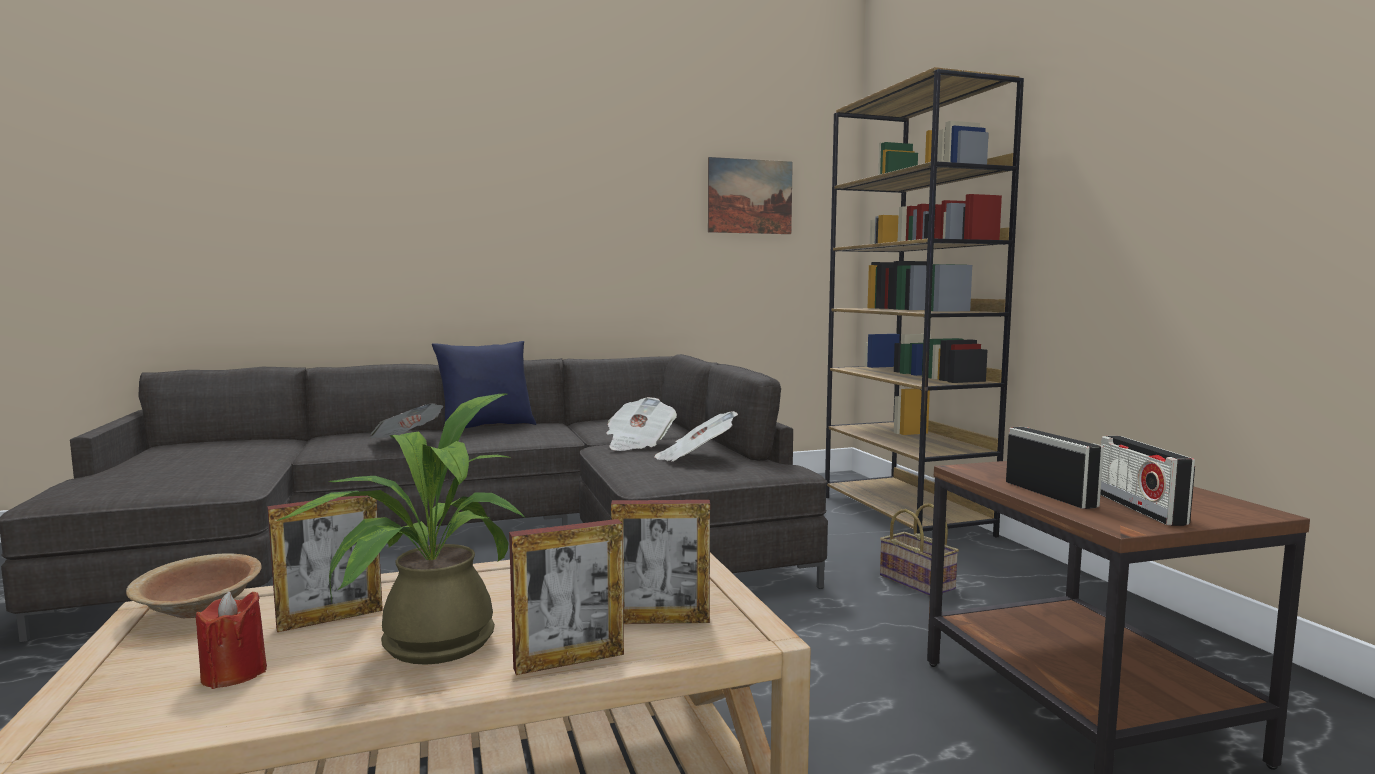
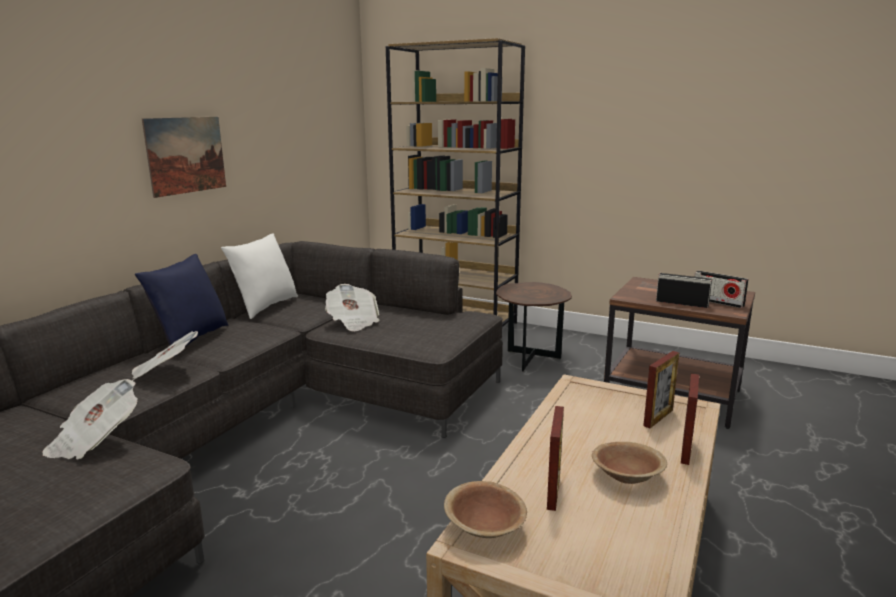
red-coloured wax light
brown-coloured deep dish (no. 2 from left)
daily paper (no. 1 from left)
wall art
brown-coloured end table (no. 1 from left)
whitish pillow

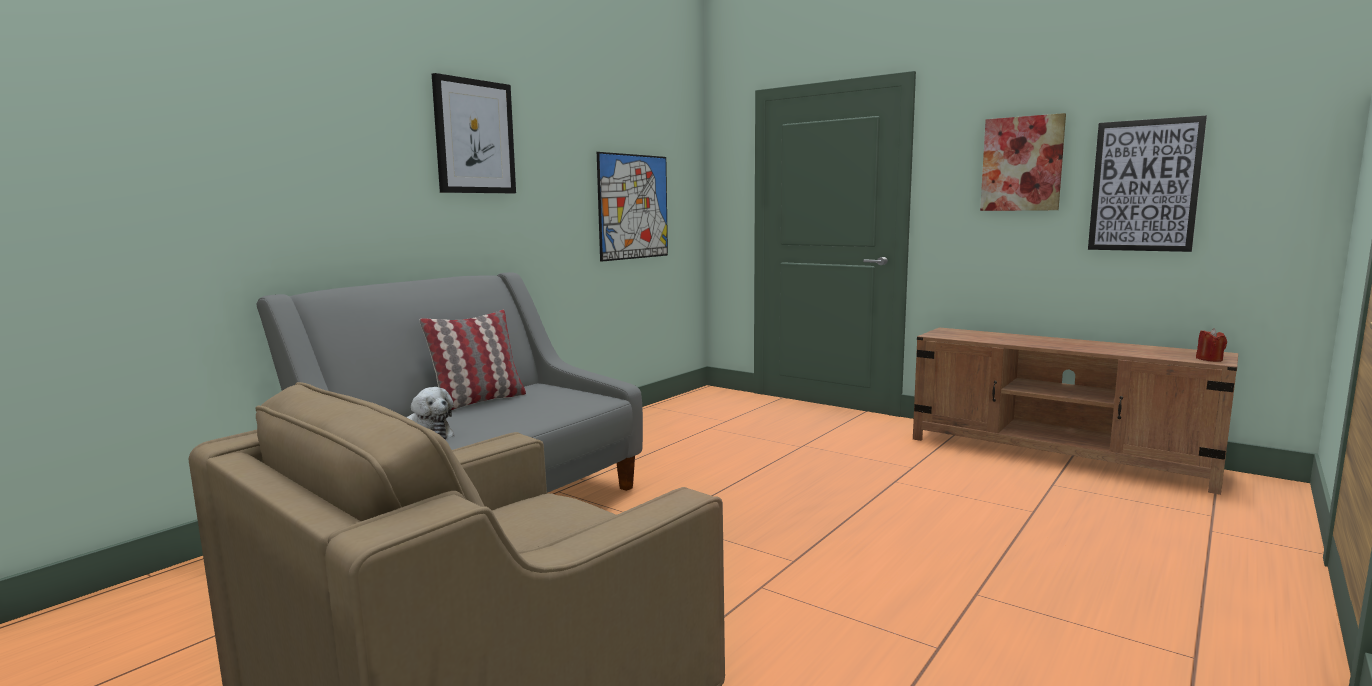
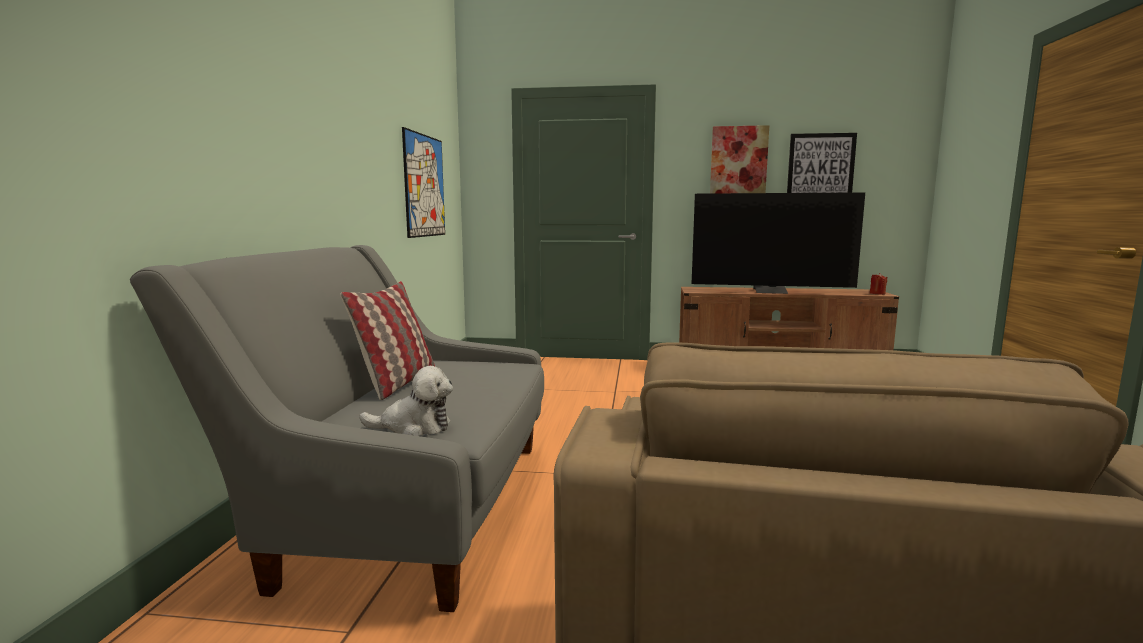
wall art (no. 1 from left in the first image)
TV

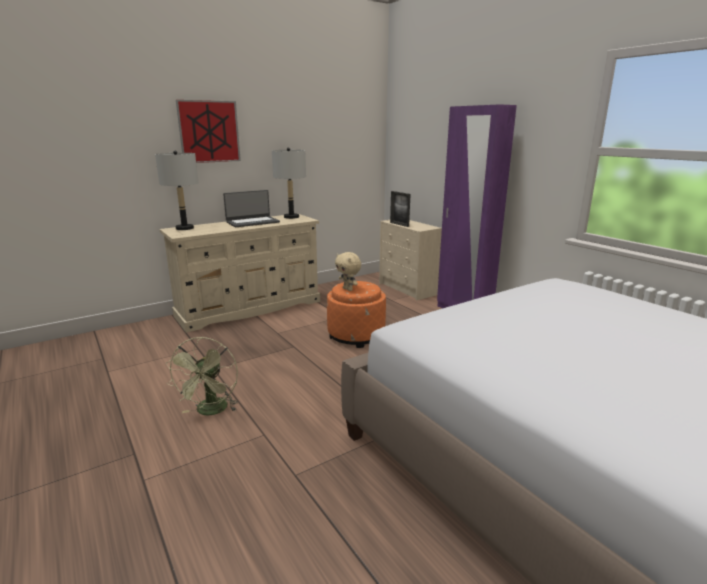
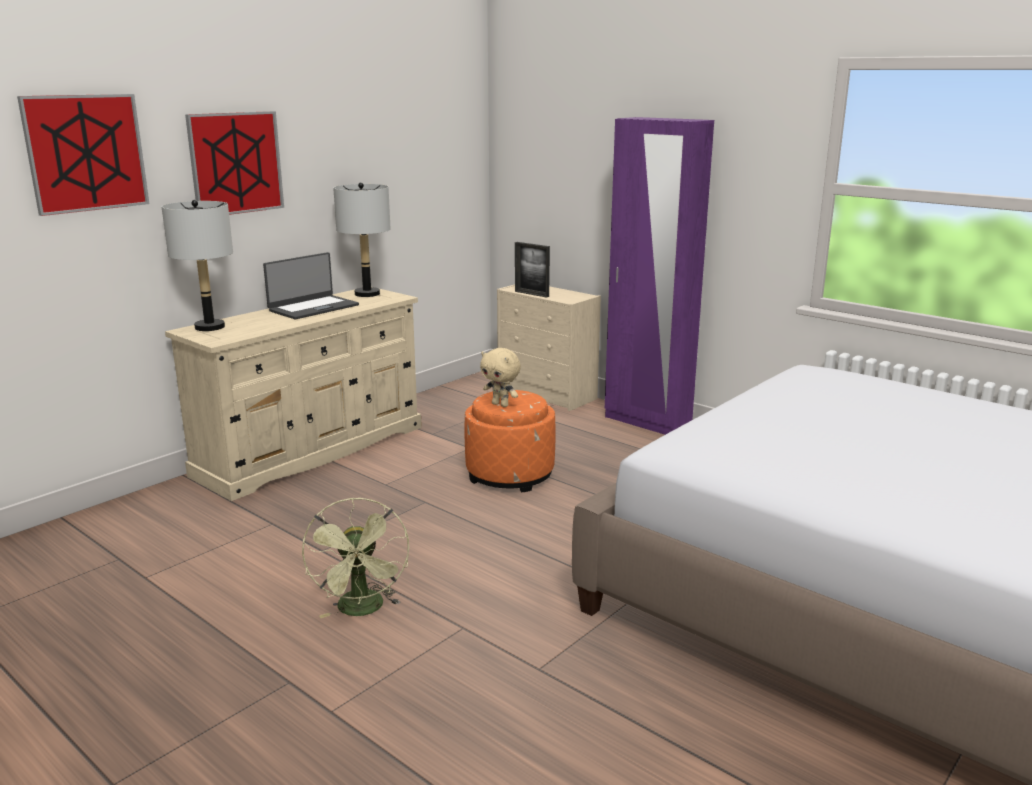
wall art (no. 1 from left)

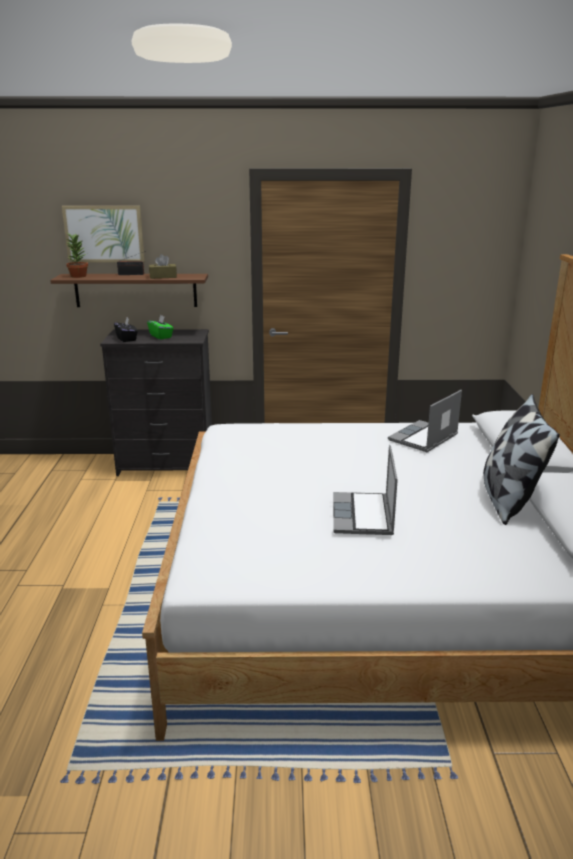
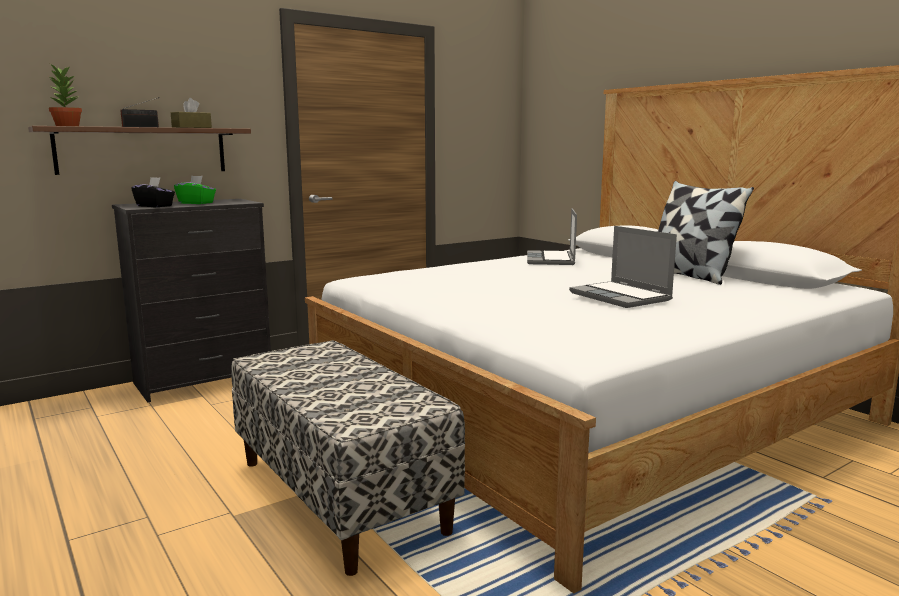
wall art
long seat

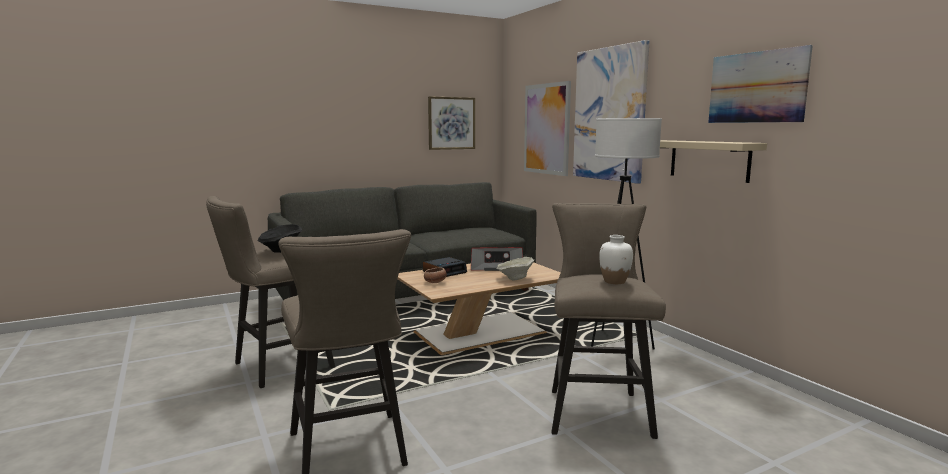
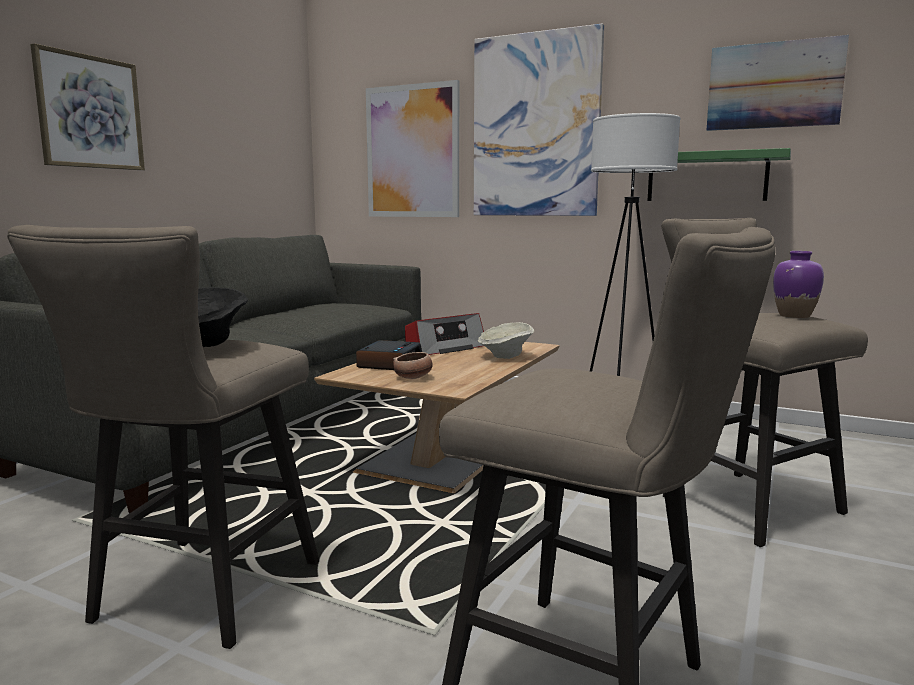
wall art (no. 1 from left)
purple-coloured flower vase
greenish bracket shelf

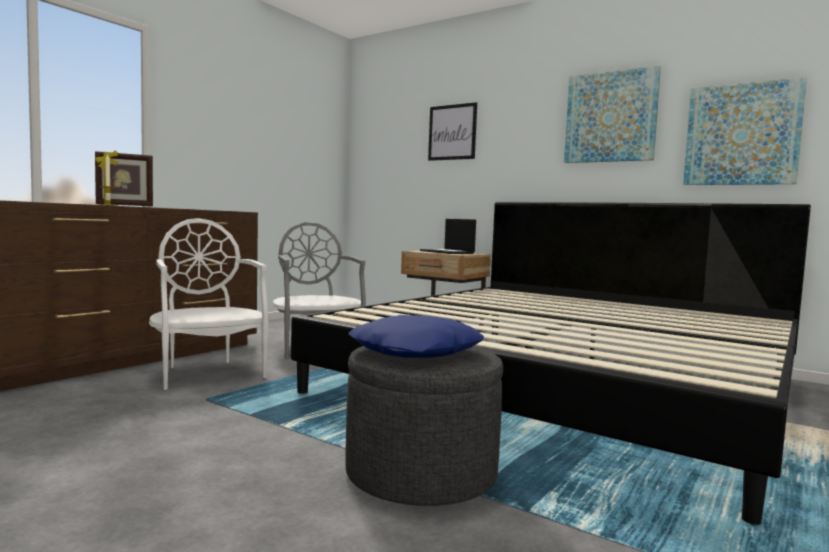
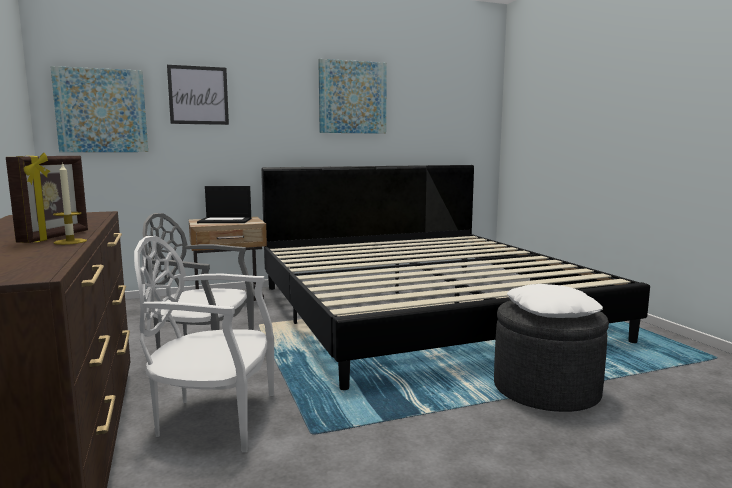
whitish pillow
wall art (no. 1 from left)

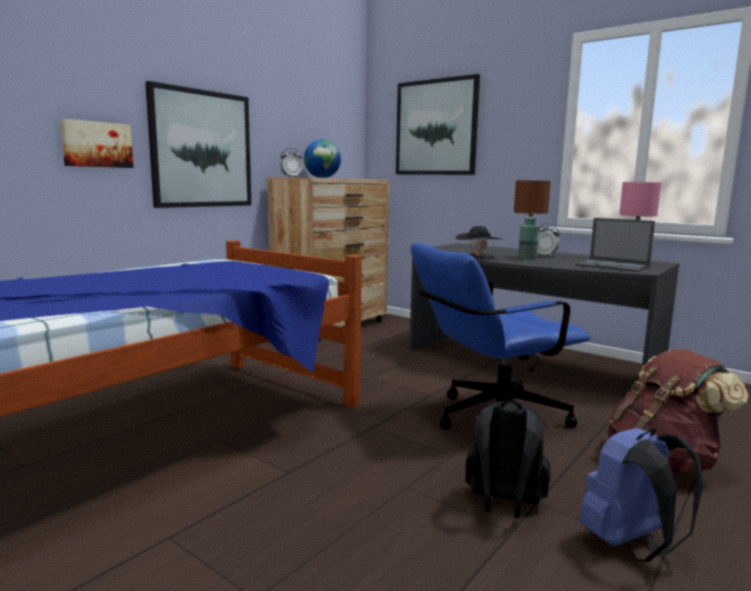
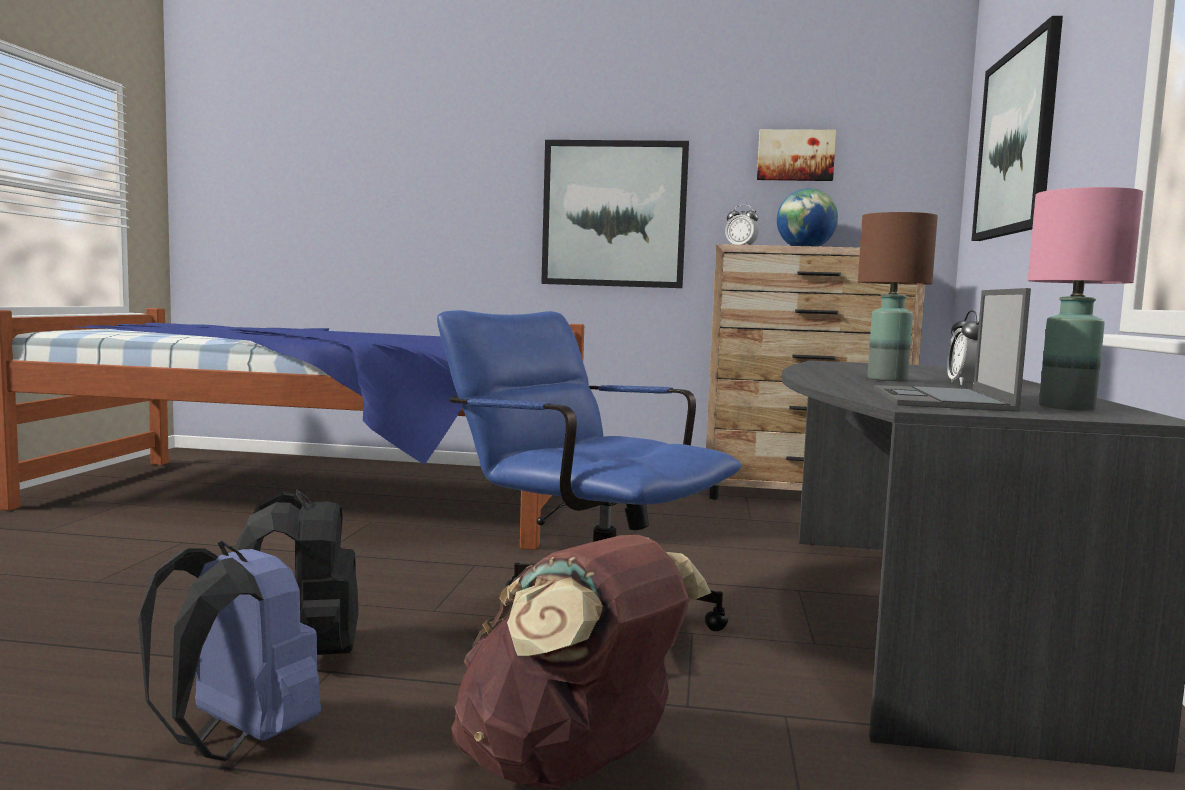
wall art (no. 2 from left)
black wearable hat

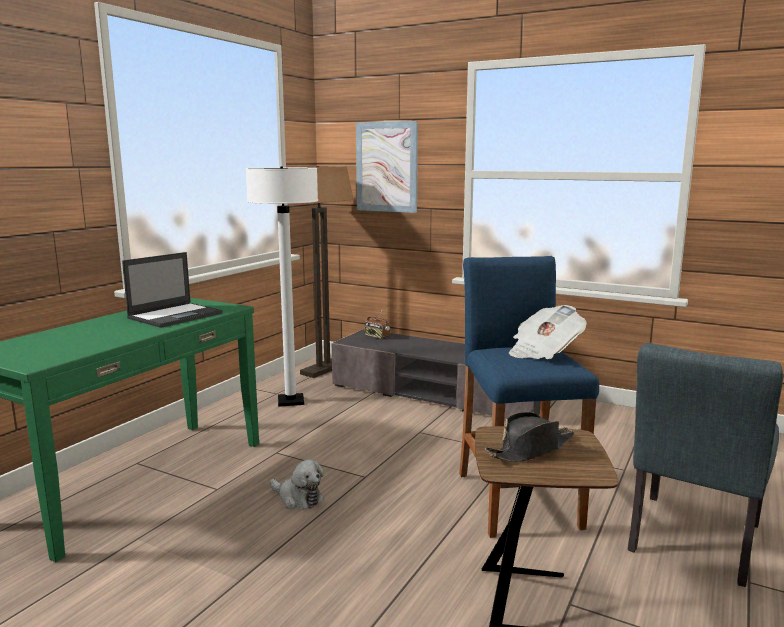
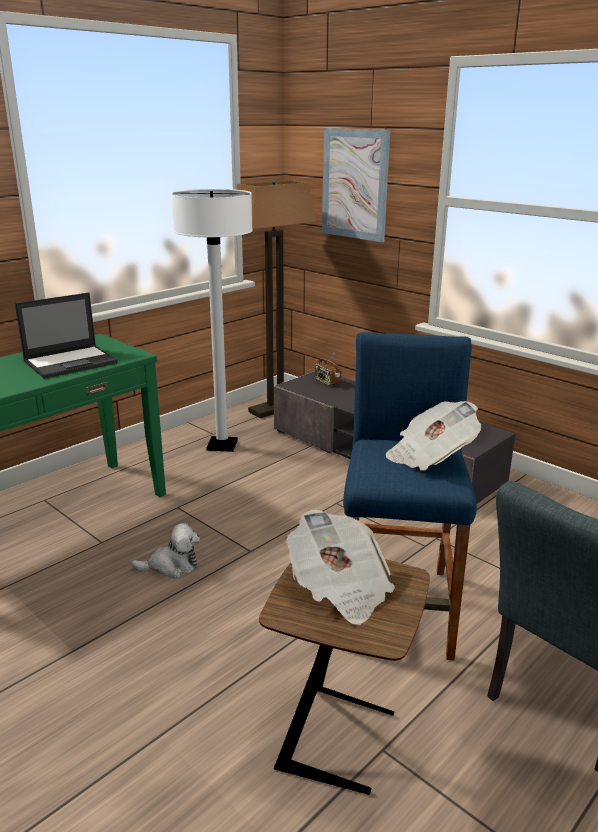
plush toy
daily paper (no. 1 from left)

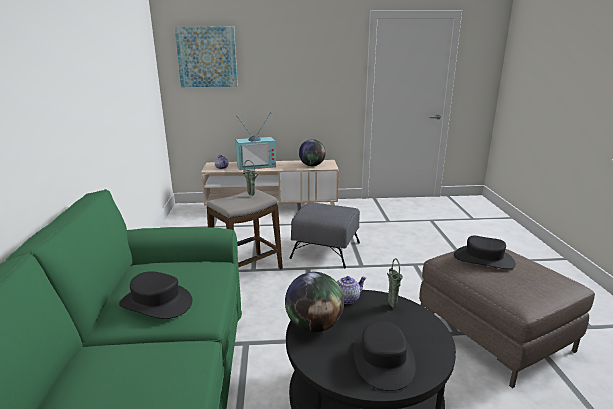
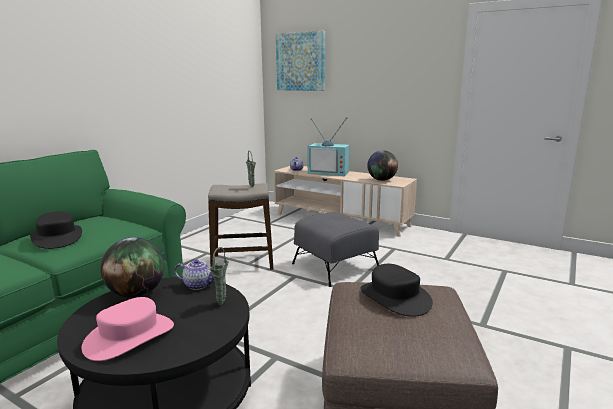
pink wearable hat

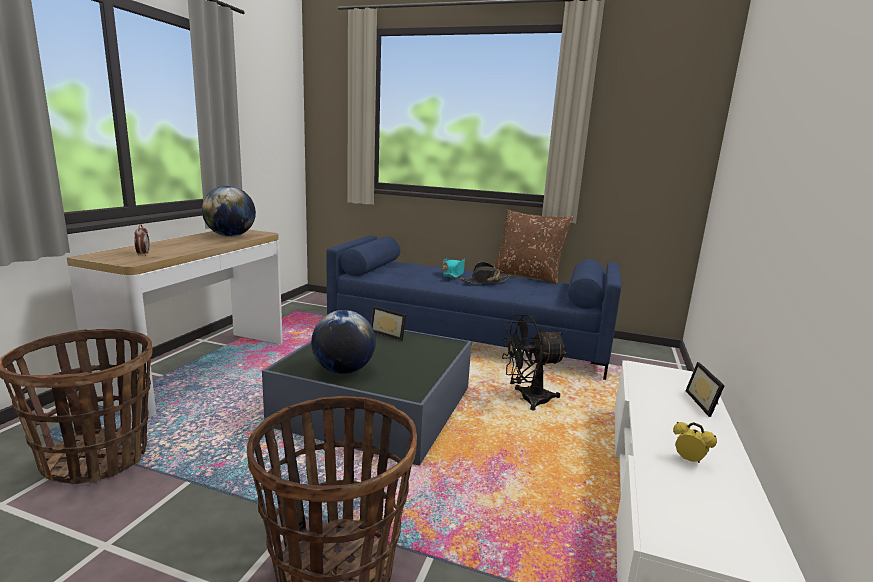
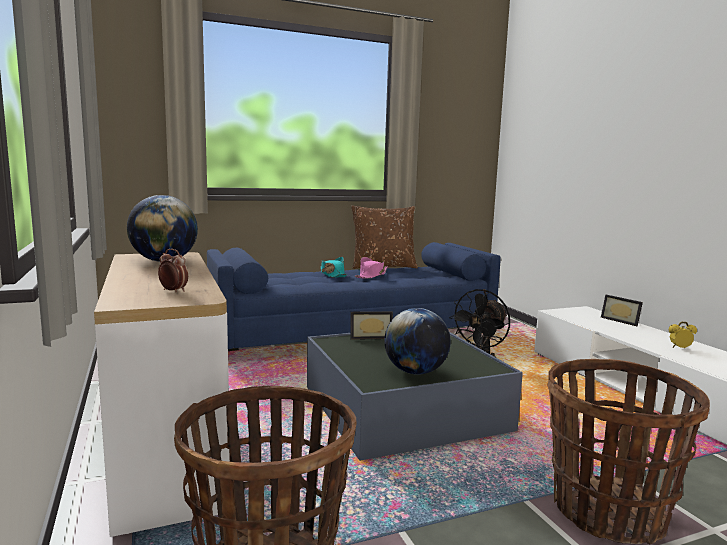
pink wearable hat

